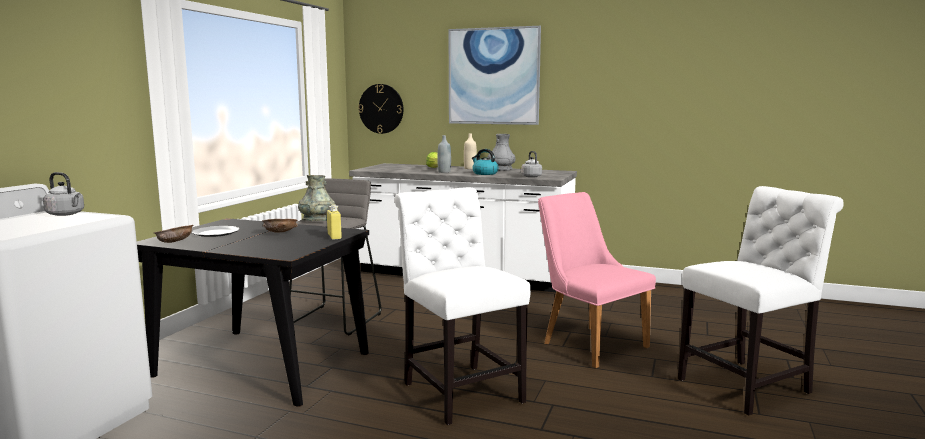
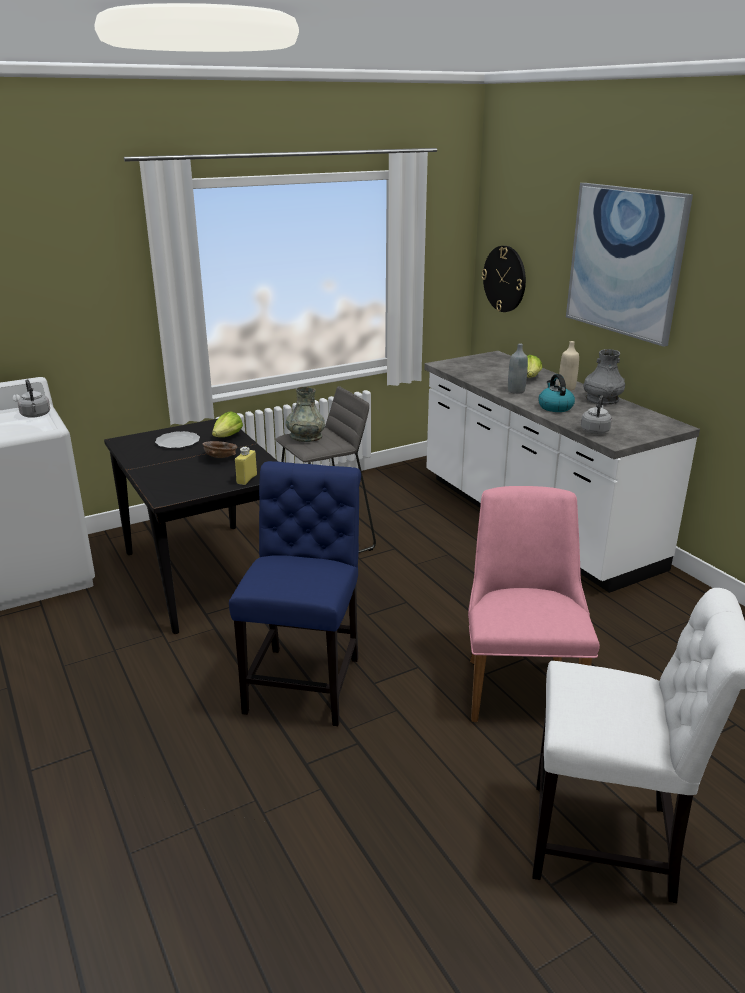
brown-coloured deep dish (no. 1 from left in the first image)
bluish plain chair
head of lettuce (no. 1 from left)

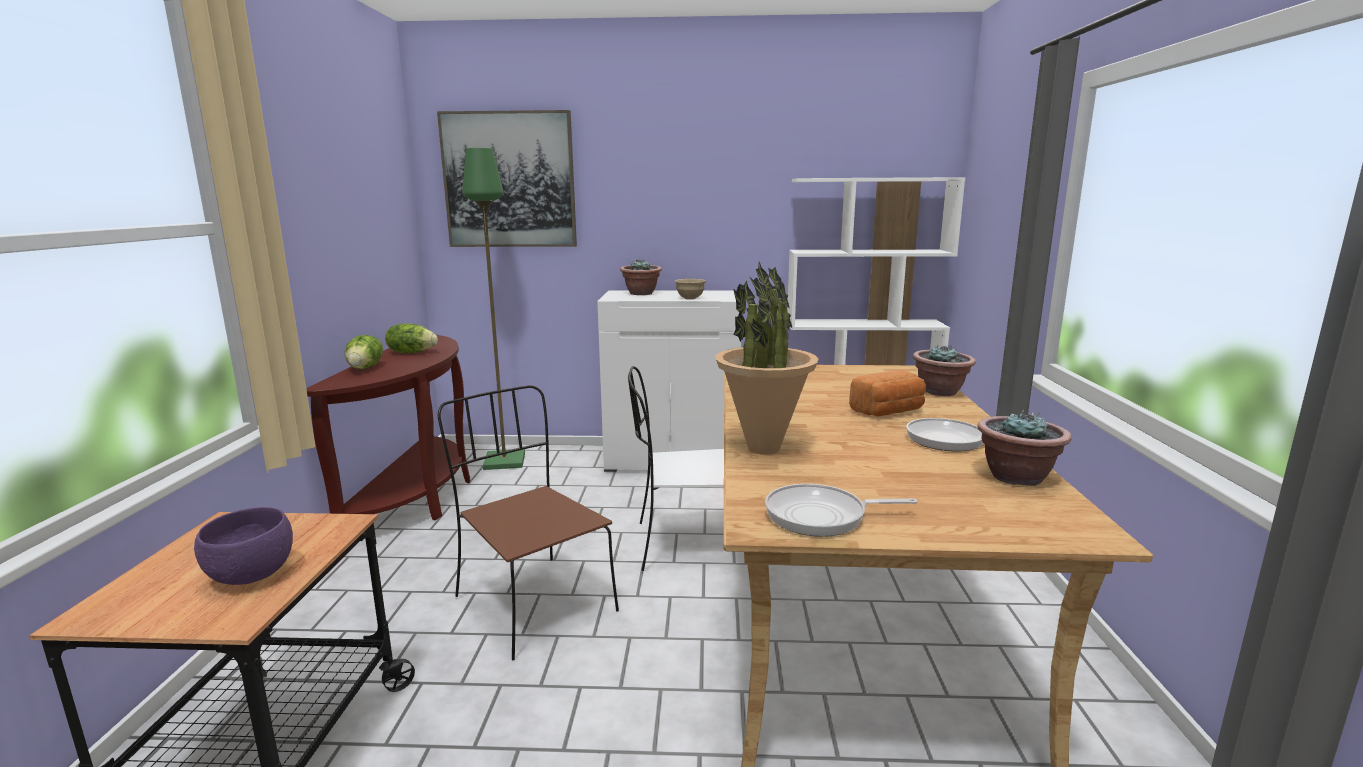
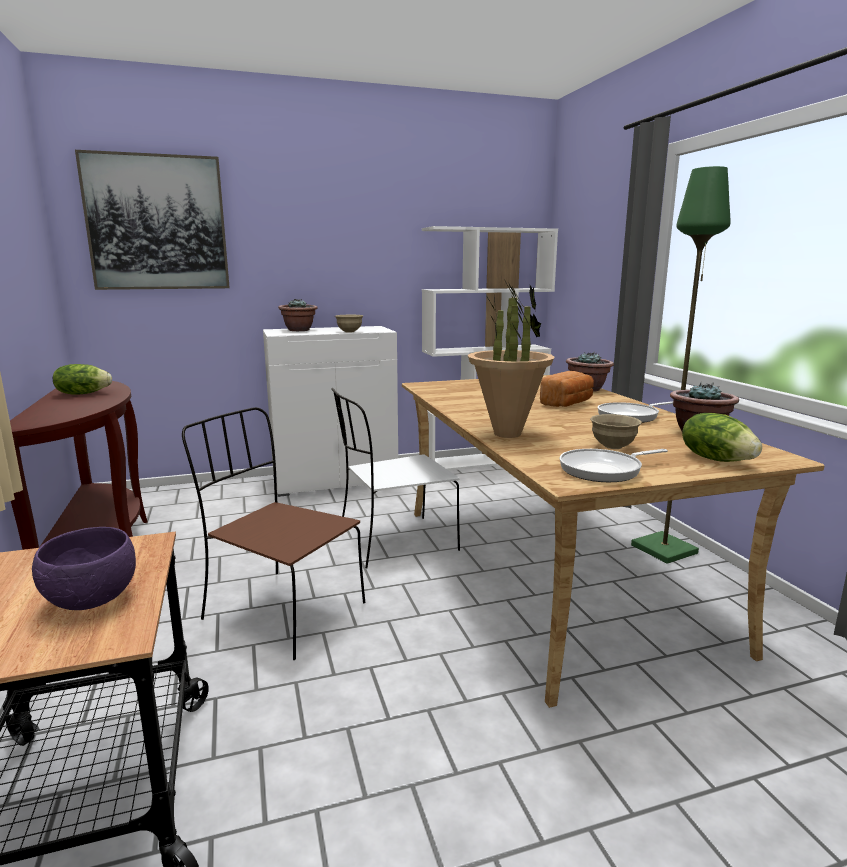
head of lettuce (no. 2 from left)
greenish standard lamp
beige-coloured deep dish (no. 2 from left)

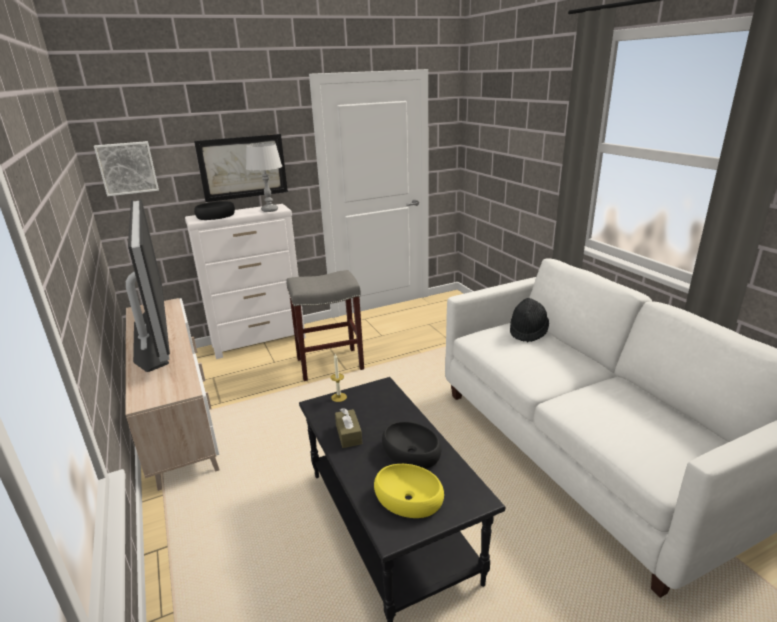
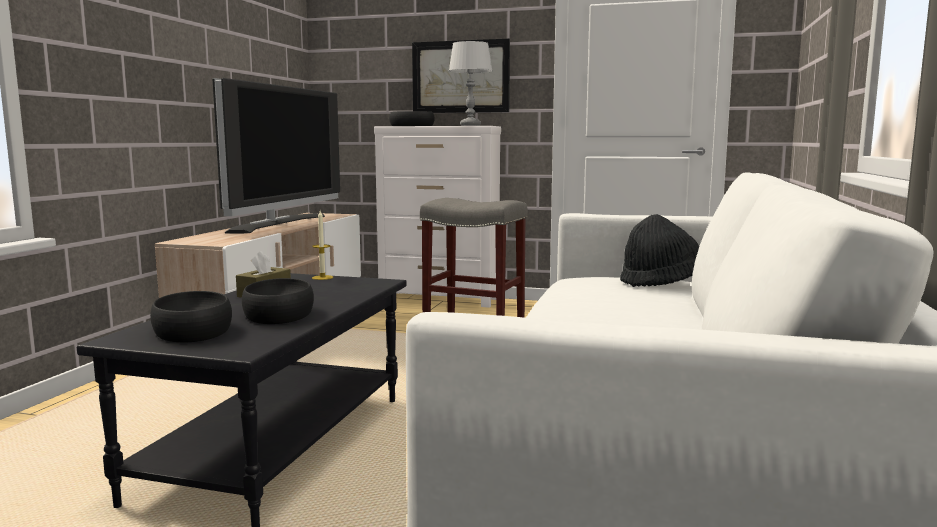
wall art (no. 1 from left in the first image)
black deep dish (no. 1 from left)

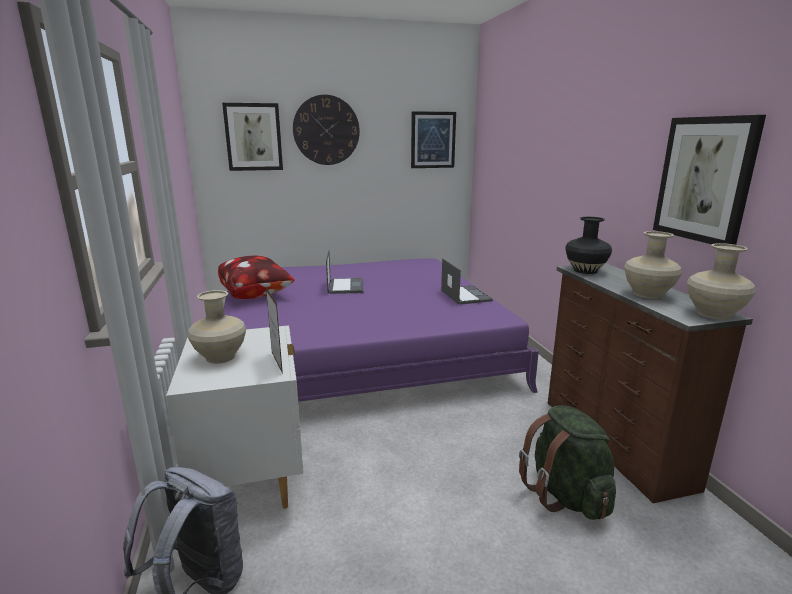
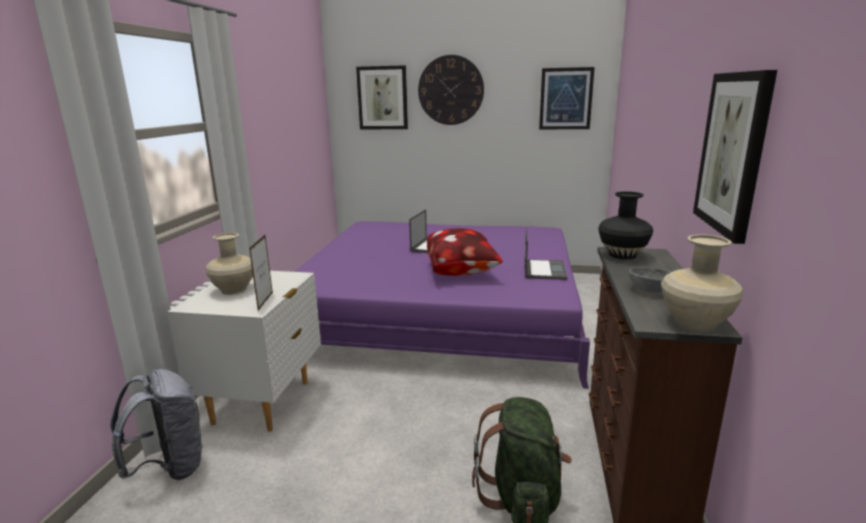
pillow
gray deep dish

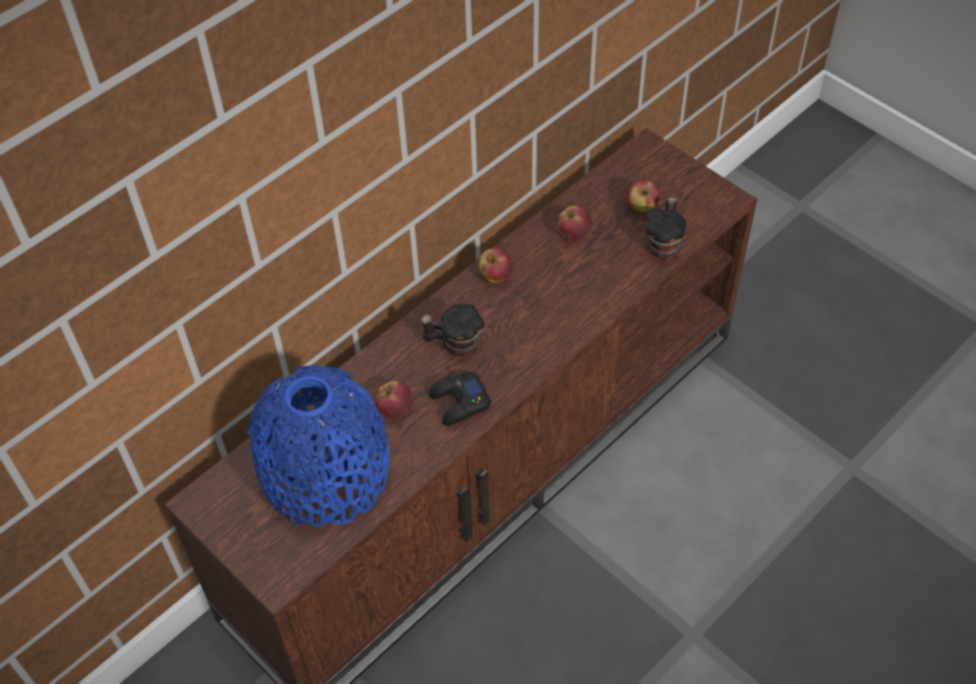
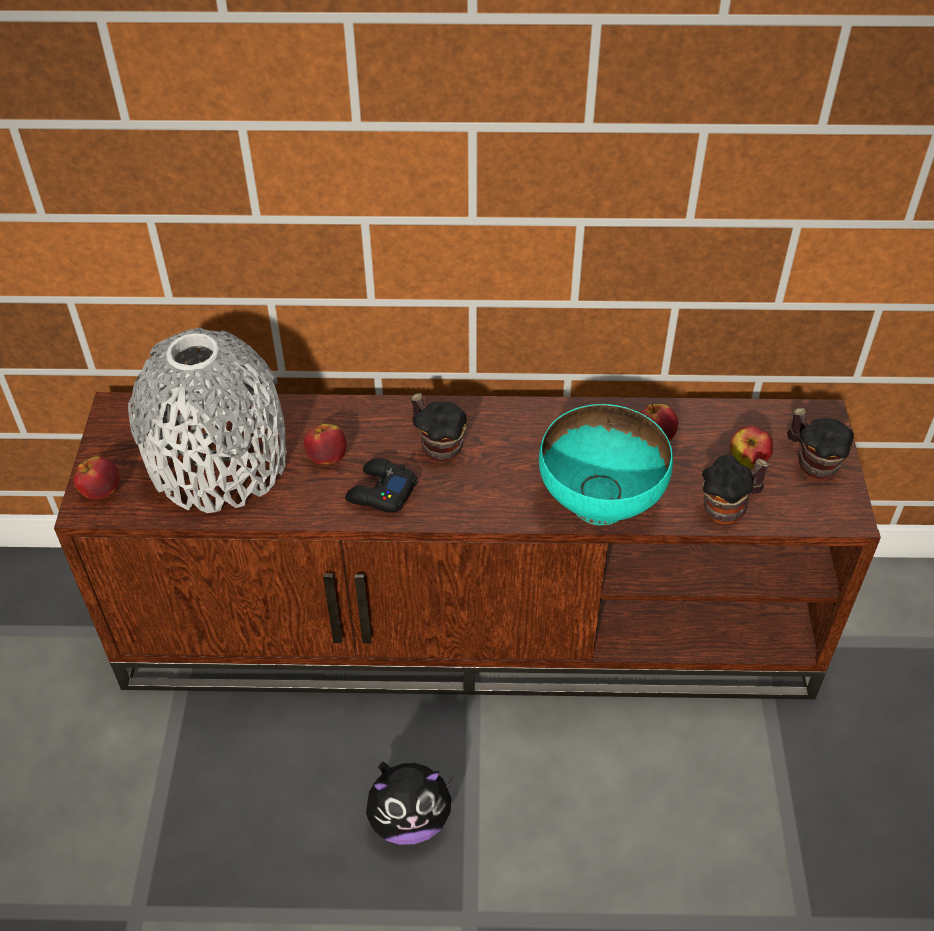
gray flower vase
apple fruit (no. 1 from left)
plush toy
blue-green deep dish
tea mug (no. 3 from left)

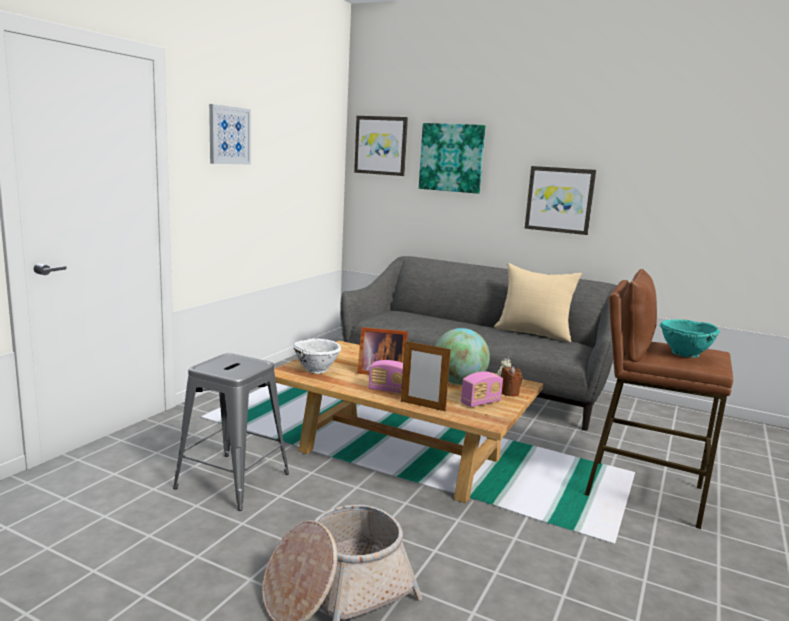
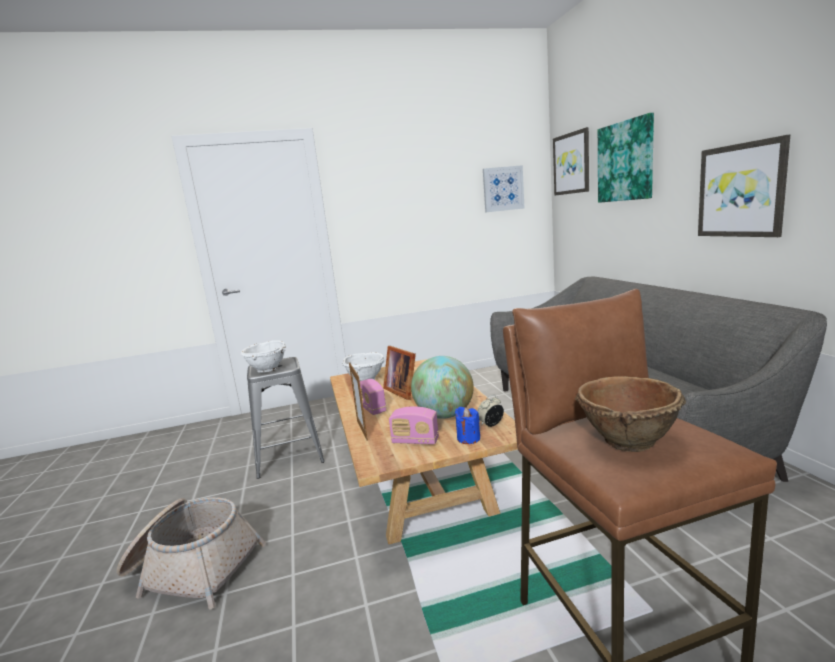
wall art (no. 1 from left)
beige-coloured pillow
bluish wax light
brown-coloured deep dish
whitish deep dish (no. 1 from left)

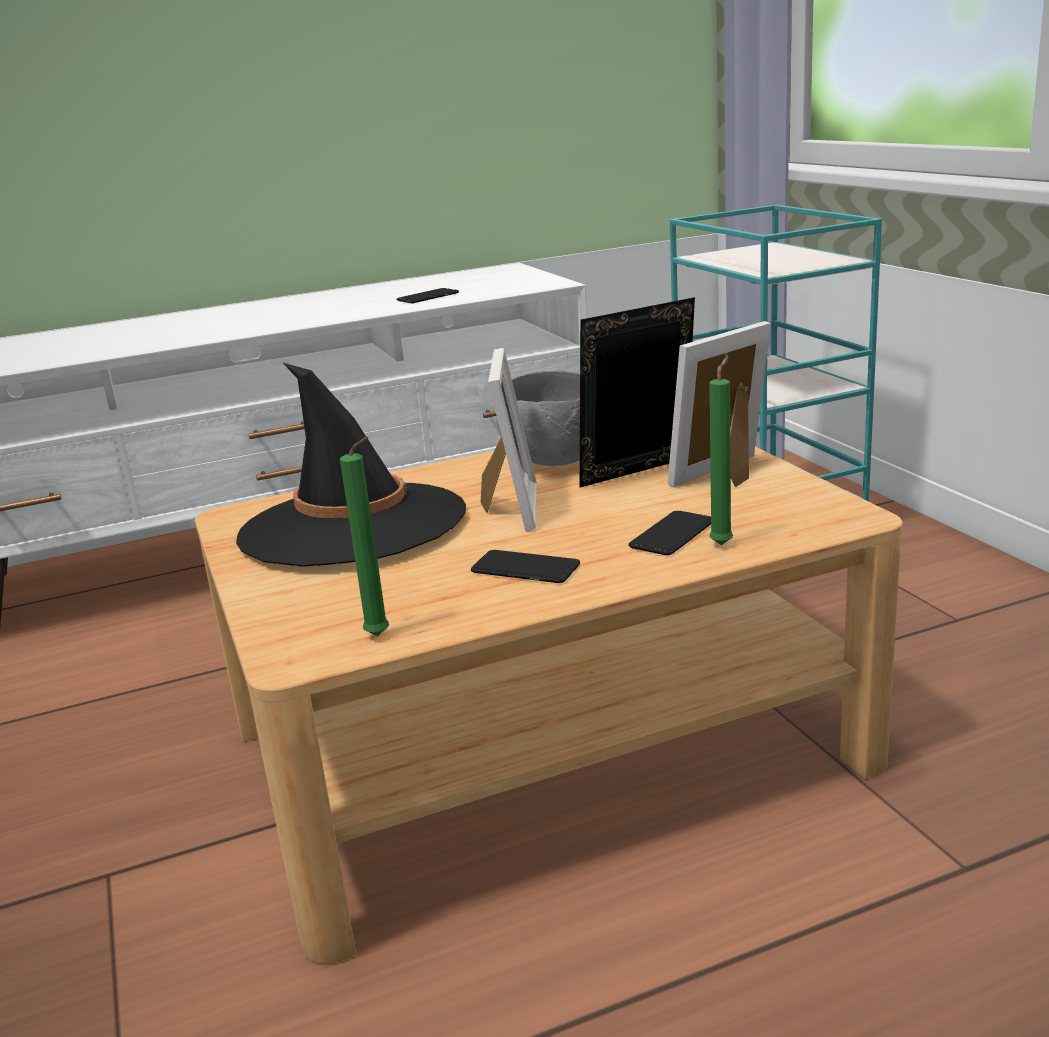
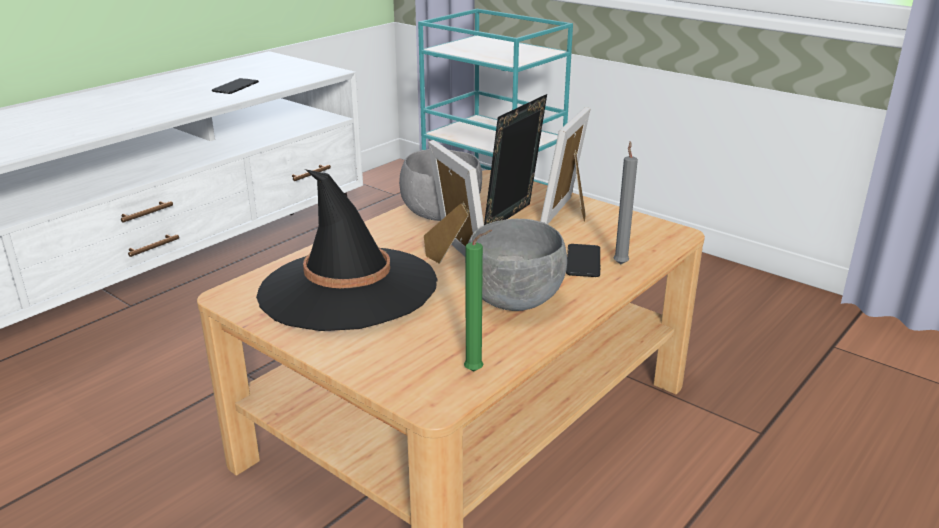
gray deep dish (no. 2 from left)
gray wax light

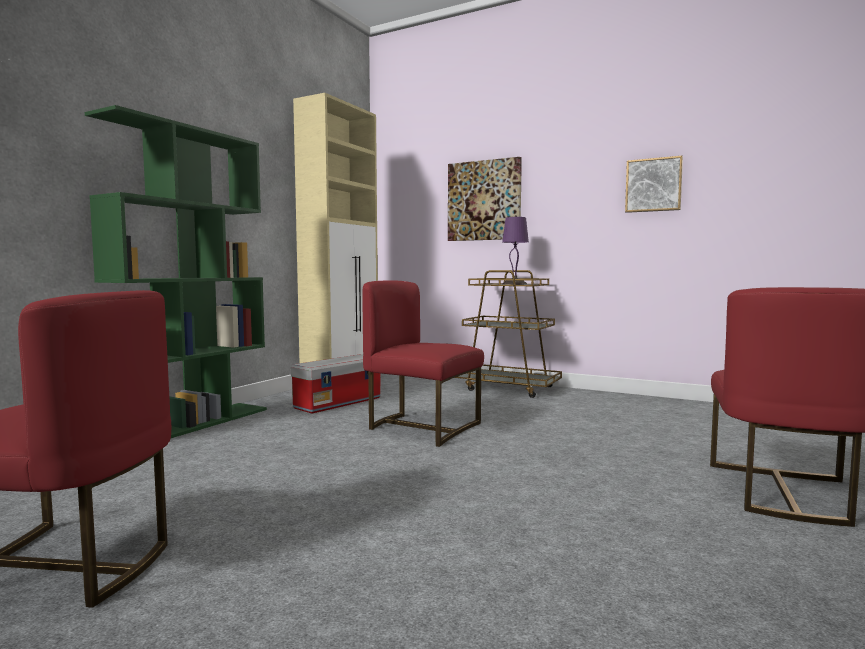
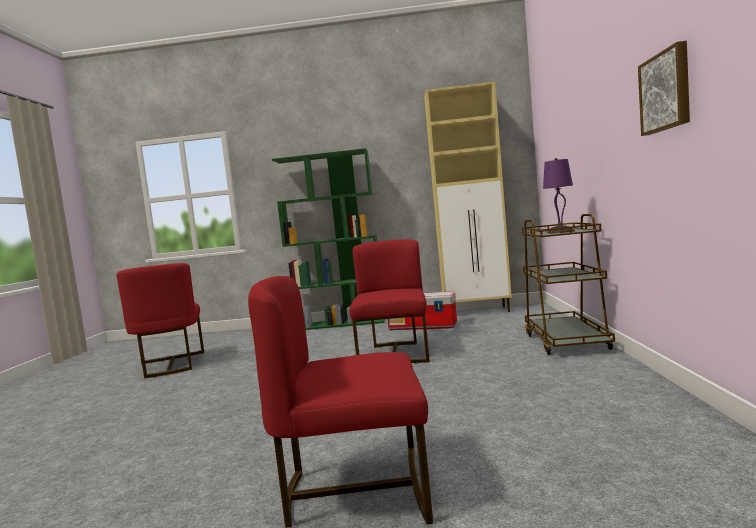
wall art (no. 1 from left in the first image)

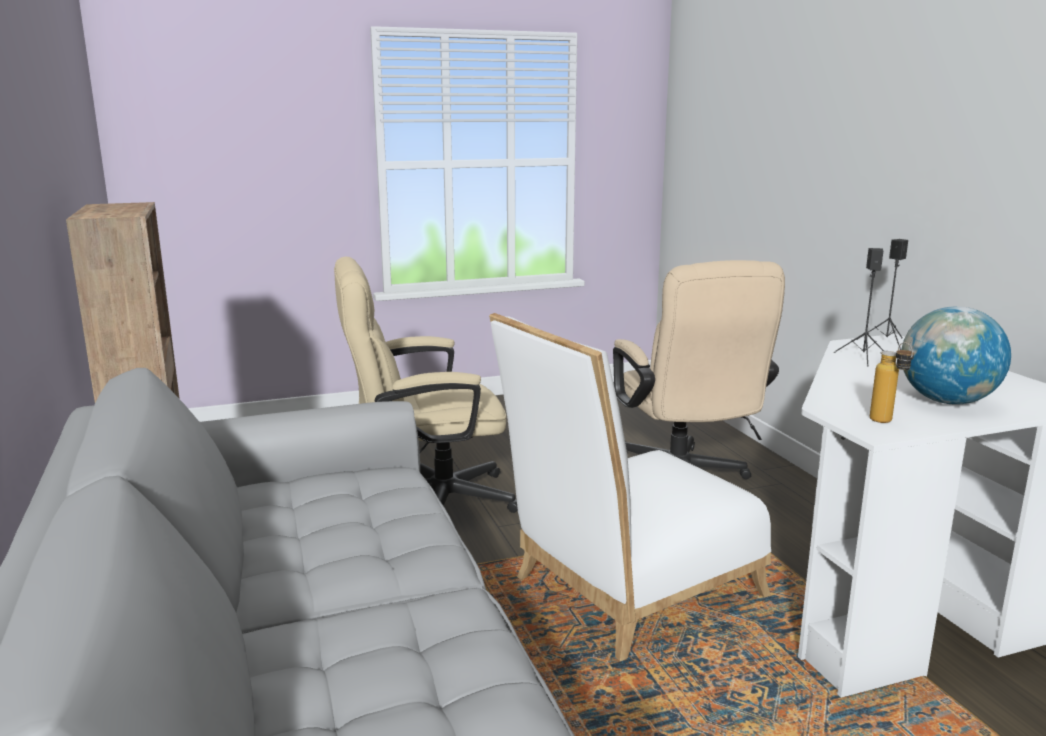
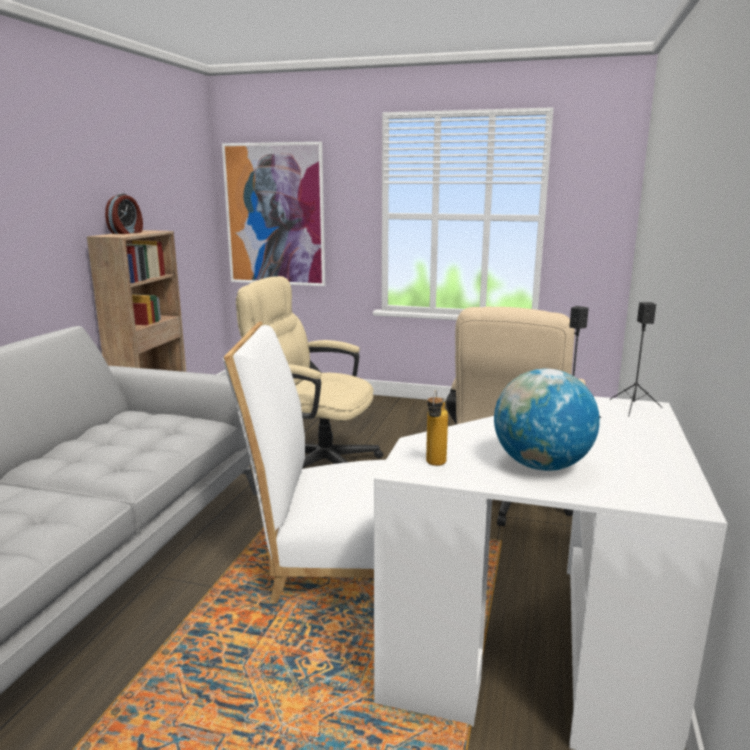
alarm clock
wall art

